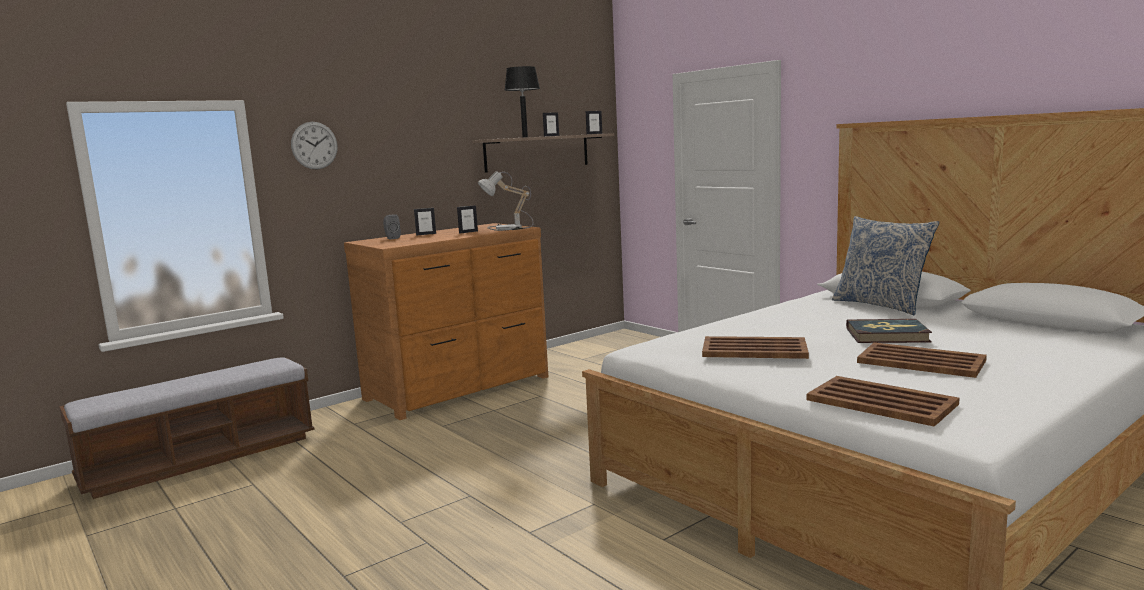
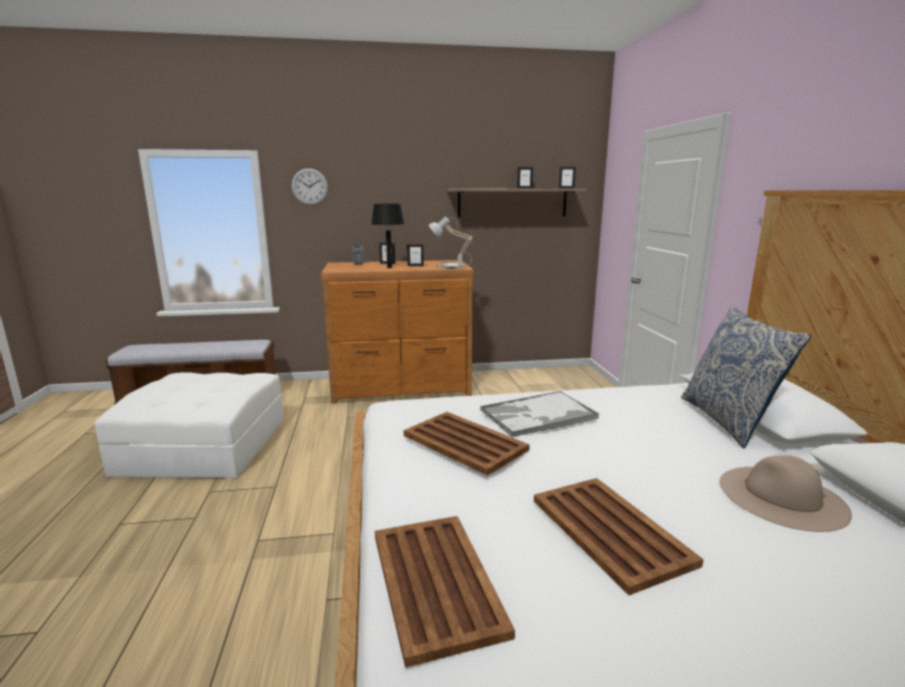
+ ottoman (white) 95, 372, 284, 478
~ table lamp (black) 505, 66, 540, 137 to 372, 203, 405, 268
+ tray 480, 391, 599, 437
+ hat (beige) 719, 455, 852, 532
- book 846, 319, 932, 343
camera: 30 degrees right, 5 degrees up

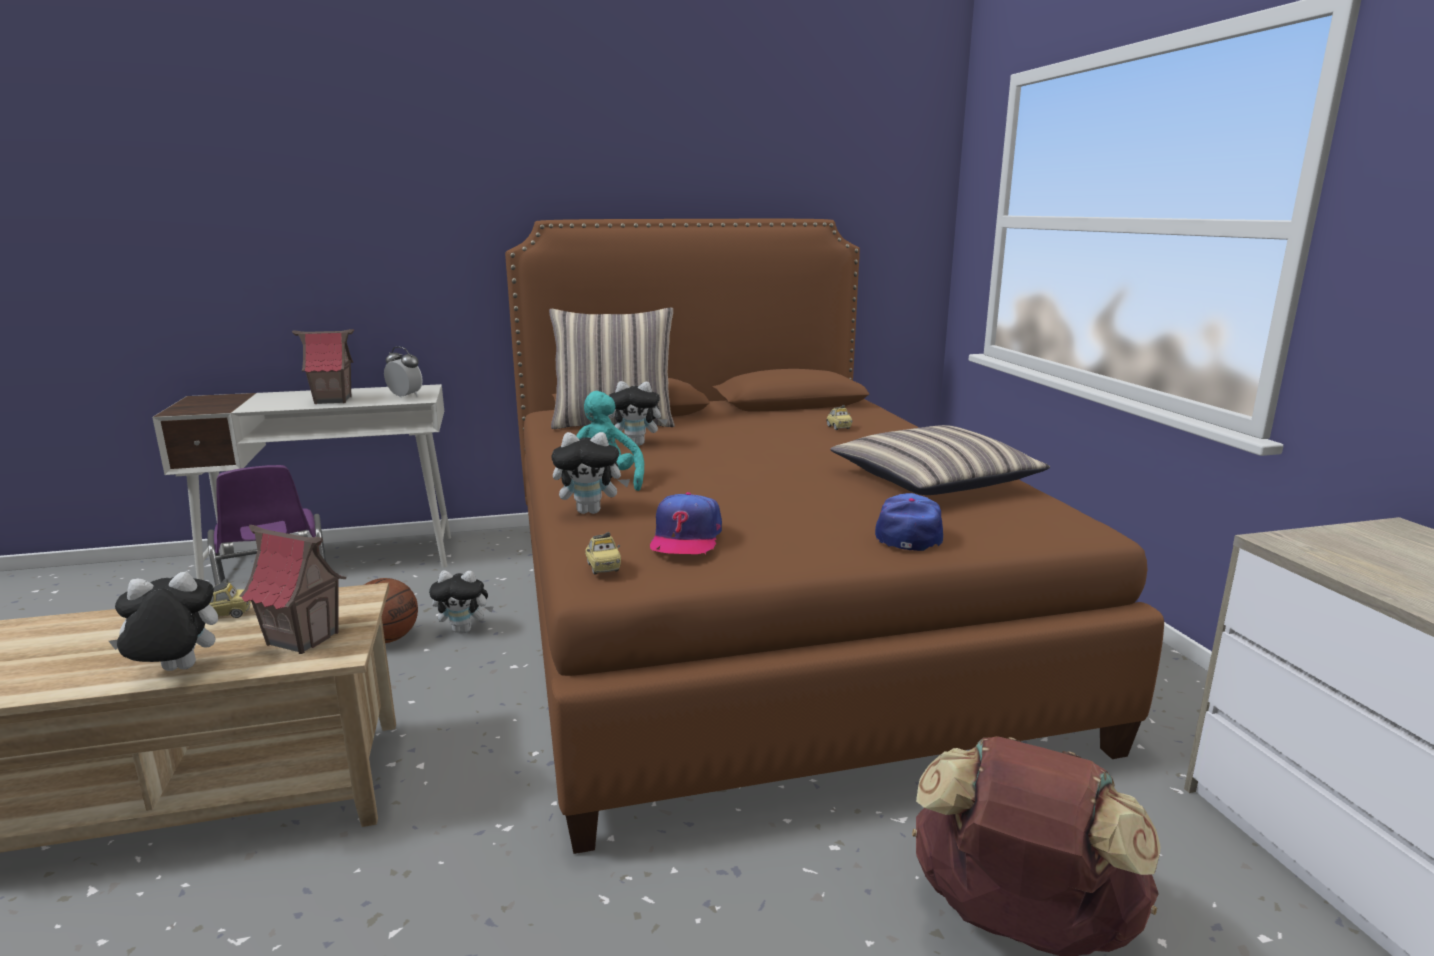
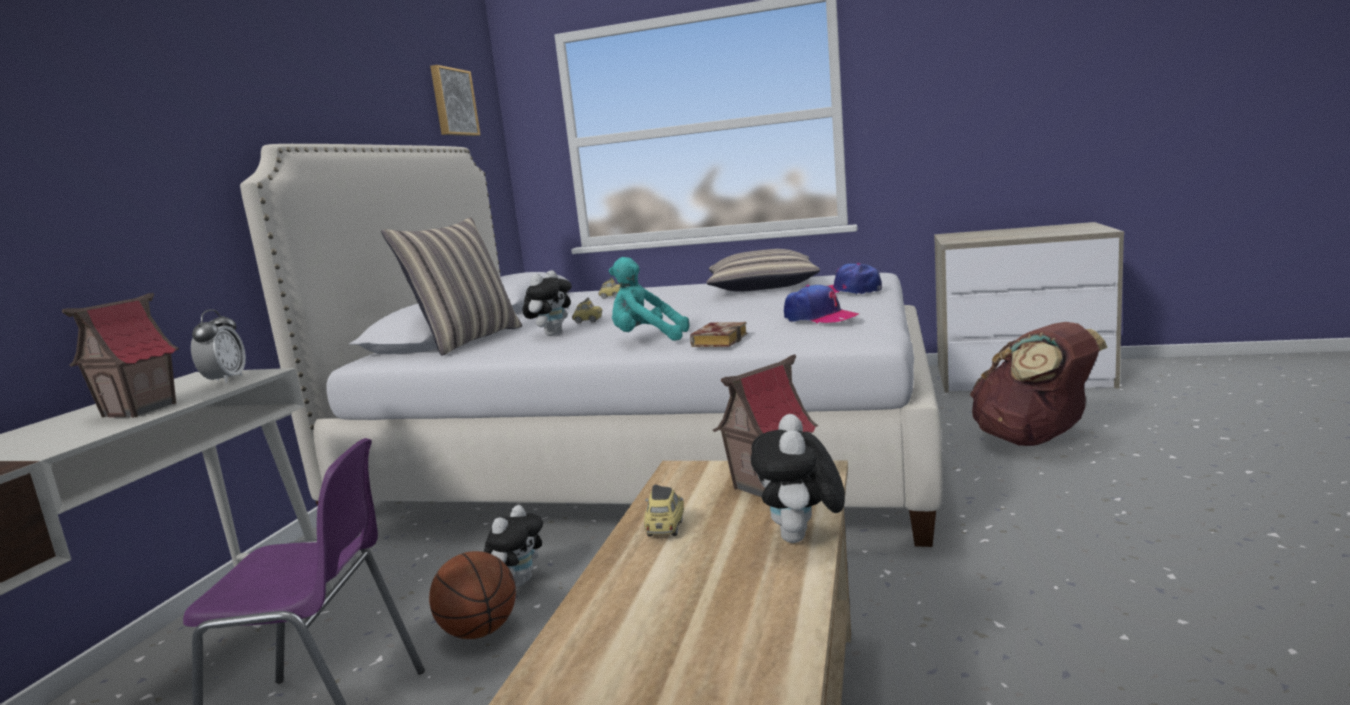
~ alarm clock 384, 347, 423, 398 = 191, 309, 246, 383 120 degrees clockwise
~ bed (brown) 505, 219, 1164, 854 to bed (white) 240, 144, 943, 547
+ picture 430, 65, 480, 136
~ toy car 585, 532, 621, 575 to 572, 297, 602, 324
~ plush toy 552, 432, 630, 514 to book 690, 322, 747, 347
camera: 60 degrees left, 5 degrees down

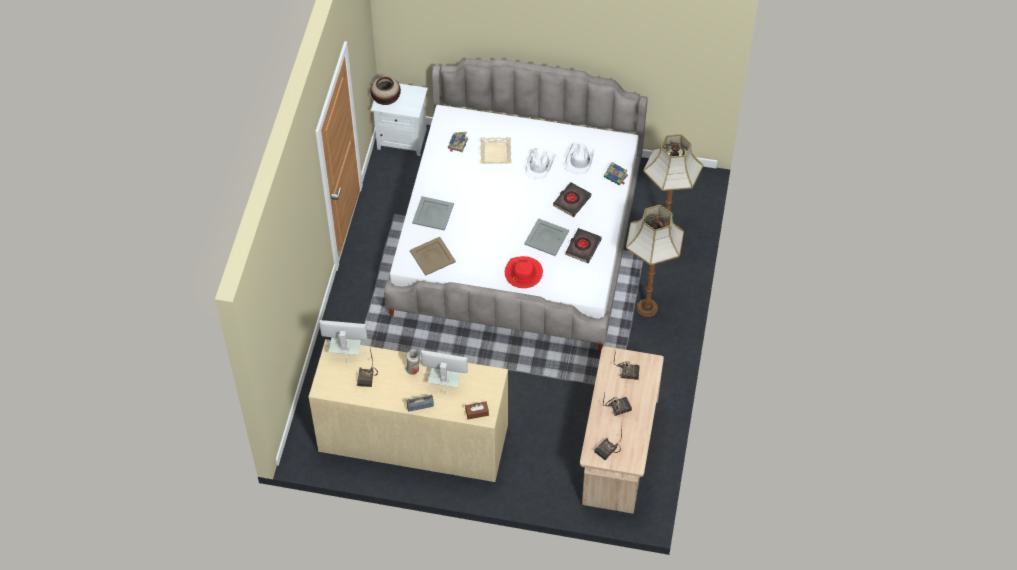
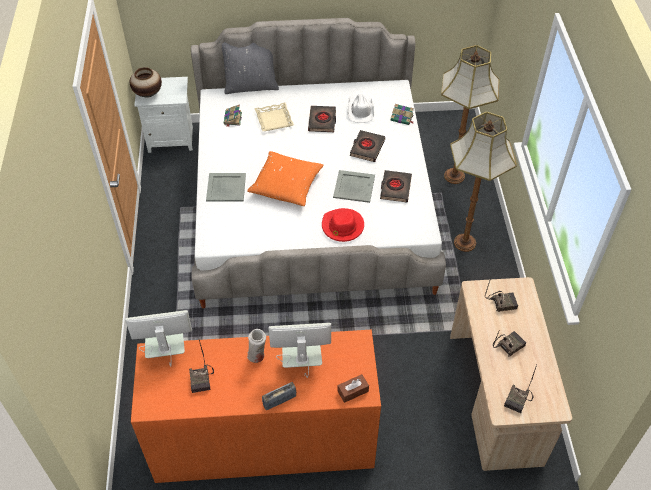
~ dresser (beige) 309, 339, 508, 482 to dresser (orange) 131, 330, 381, 483
+ pillow (grey) 219, 42, 279, 94
+ pillow (orange) 247, 151, 324, 206
~ hat (white) 525, 148, 556, 179 to book (black) 308, 106, 336, 132
- tray (beige) 410, 237, 456, 276
camera: 15 degrees left, 5 degrees down

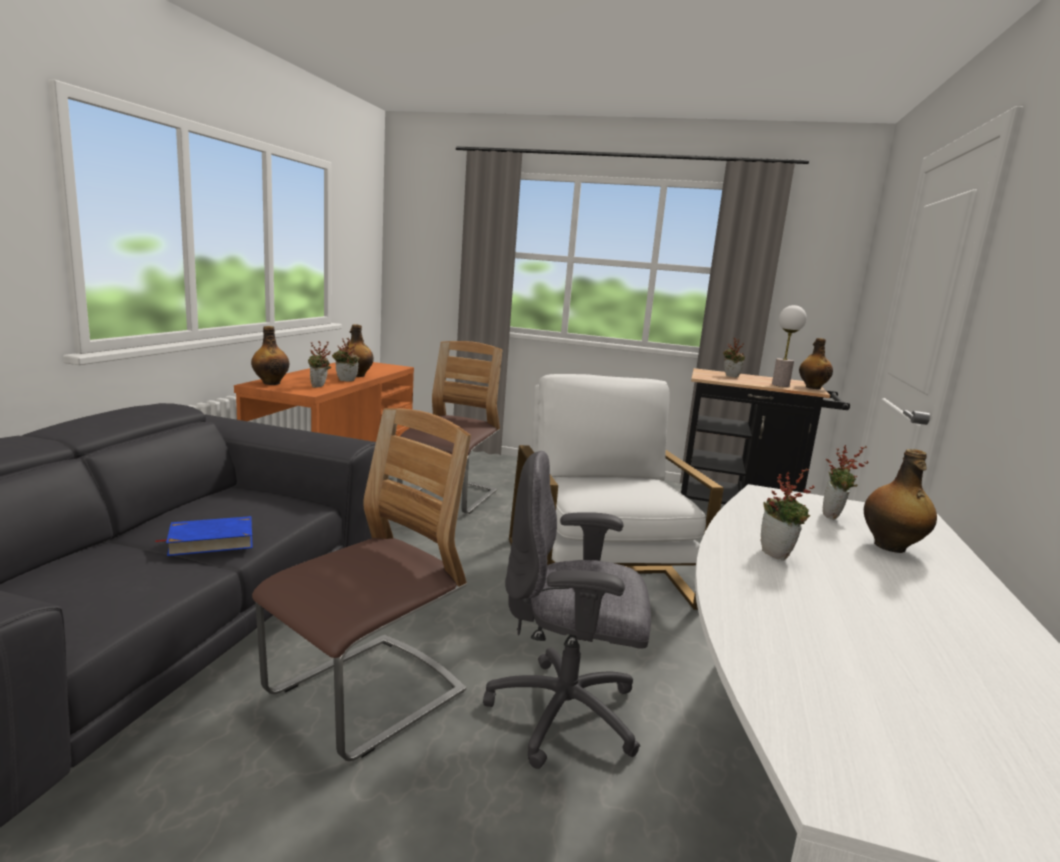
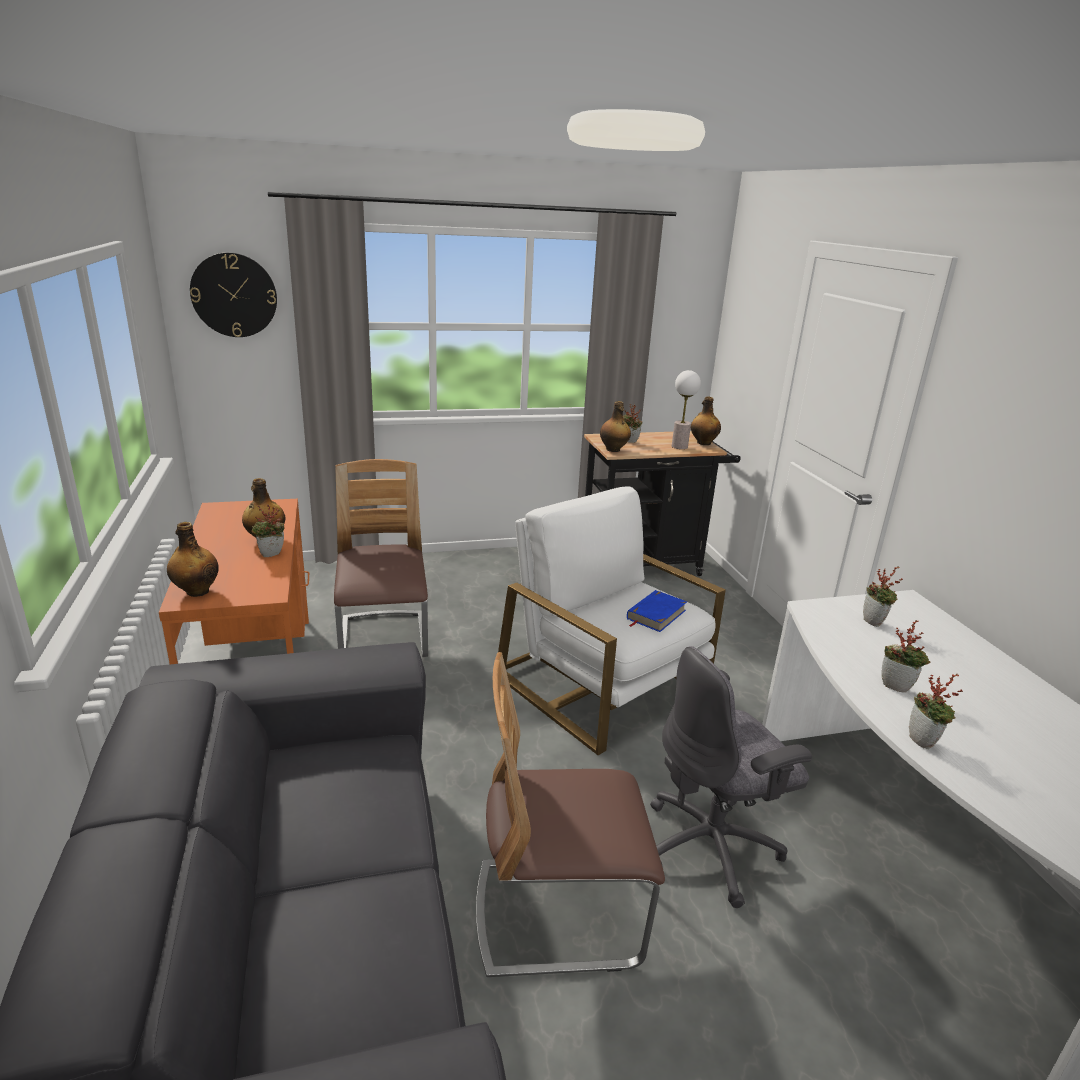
+ wall clock 190, 253, 277, 337
~ chair 252, 408, 471, 761 = 476, 652, 665, 977 105 degrees counterclockwise
~ bottle 864, 449, 937, 553 to 600, 401, 631, 452
~ book (blue) 155, 516, 253, 556 to 627, 590, 687, 632
~ potted plant 308, 341, 331, 388 to 909, 674, 963, 749
camera: 30 degrees left, 10 degrees up

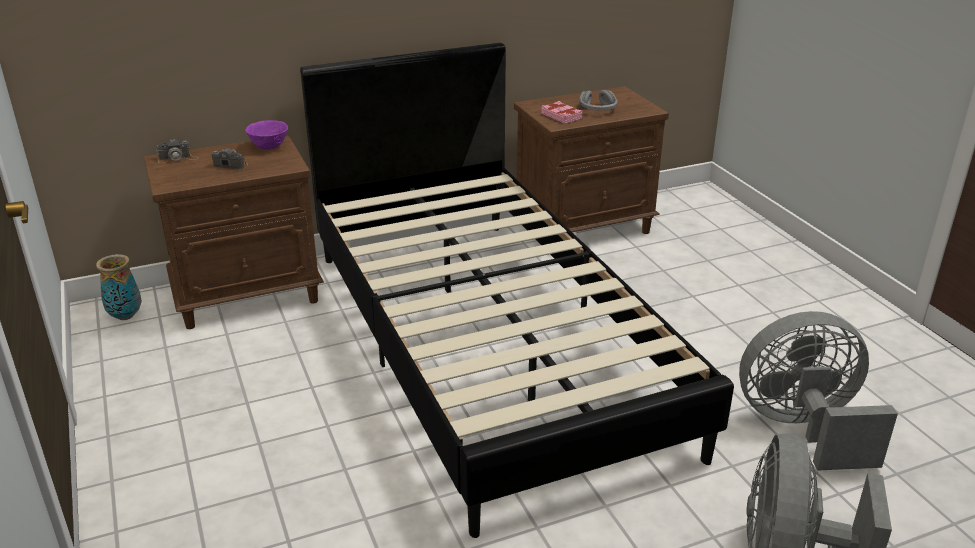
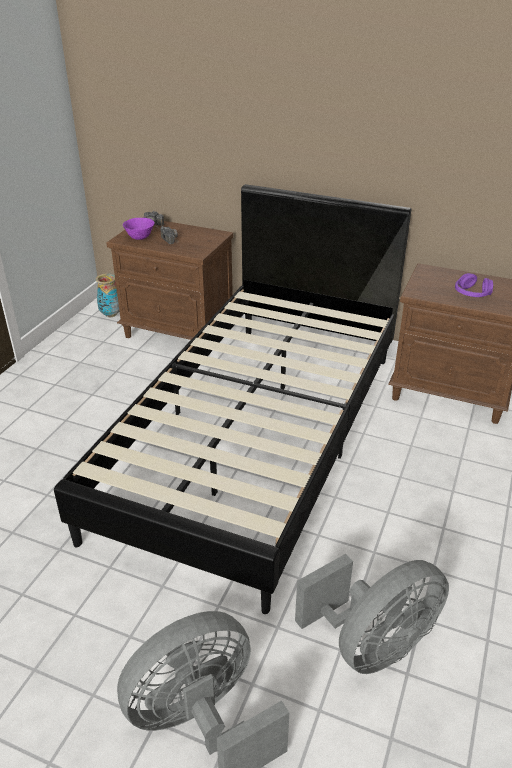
~ bowl (purple) 246, 120, 288, 150 to 123, 218, 155, 240
~ fan (grey) 739, 311, 898, 471 = 295, 554, 449, 674 105 degrees clockwise
~ headphones (grey) 579, 90, 618, 110 to headphones (purple) 455, 273, 493, 297
- book (pink) 541, 101, 582, 124
camera: 45 degrees right, 5 degrees up

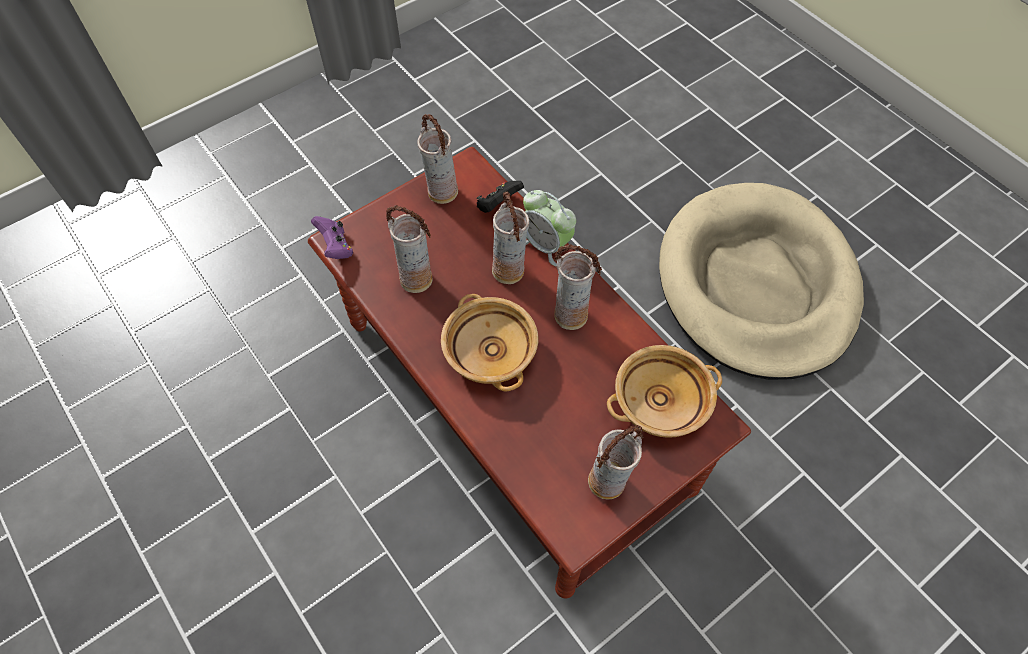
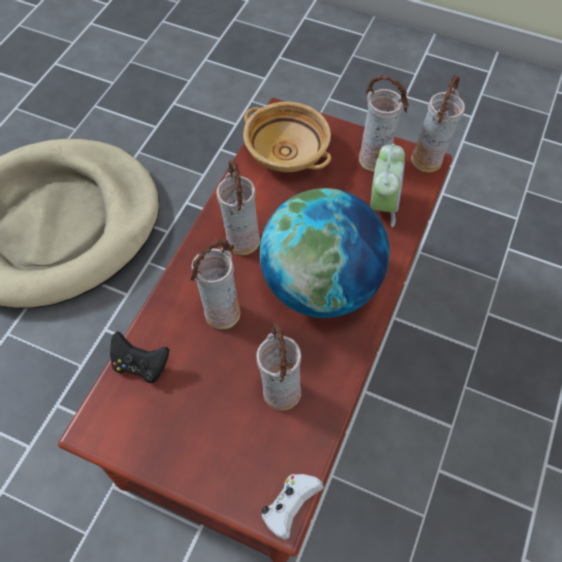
~ bowl (beige) 441, 294, 538, 391 to globe 260, 188, 390, 318
~ game controller (purple) 311, 216, 353, 259 to game controller (white) 261, 474, 324, 540
~ alarm clock 523, 190, 576, 266 to 371, 143, 405, 227
~ vase 417, 114, 458, 204 to 411, 75, 465, 172
camera: 120 degrees left, 0 degrees up

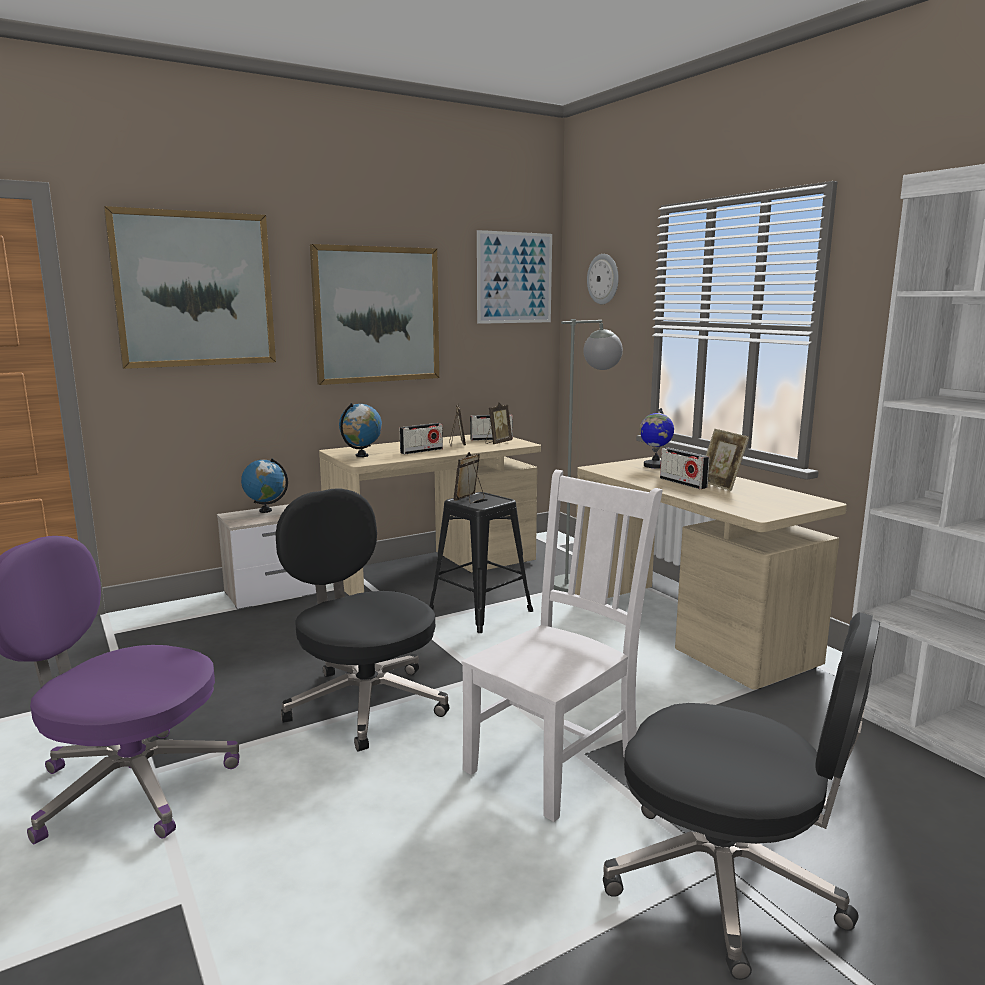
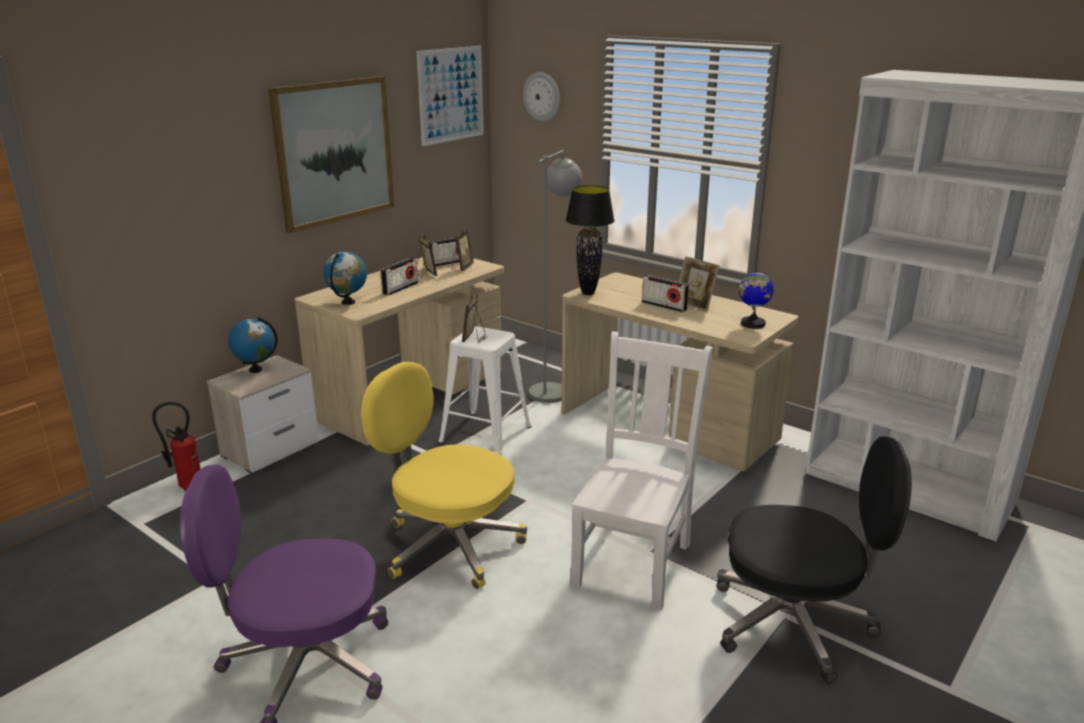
+ fire extinguisher 152, 402, 201, 491
~ office chair (black) 276, 489, 449, 752 to office chair (yellow) 361, 362, 527, 590
~ stool (black) 429, 492, 533, 633 to stool (white) 438, 326, 532, 456
+ table lamp (black) 566, 185, 615, 295
~ globe 640, 408, 674, 469 to 739, 267, 774, 329
- picture 104, 206, 276, 369
camera: 20 degrees left, 10 degrees up

